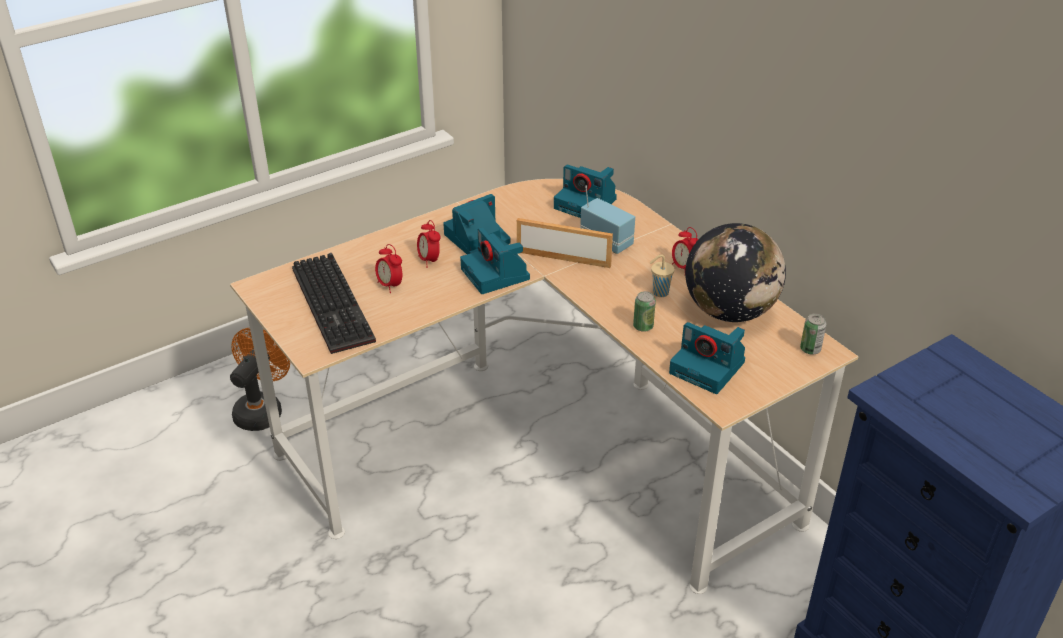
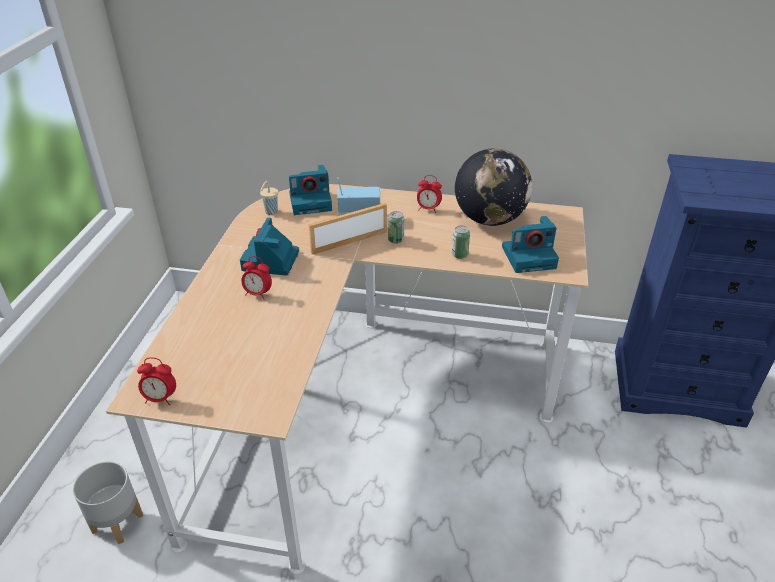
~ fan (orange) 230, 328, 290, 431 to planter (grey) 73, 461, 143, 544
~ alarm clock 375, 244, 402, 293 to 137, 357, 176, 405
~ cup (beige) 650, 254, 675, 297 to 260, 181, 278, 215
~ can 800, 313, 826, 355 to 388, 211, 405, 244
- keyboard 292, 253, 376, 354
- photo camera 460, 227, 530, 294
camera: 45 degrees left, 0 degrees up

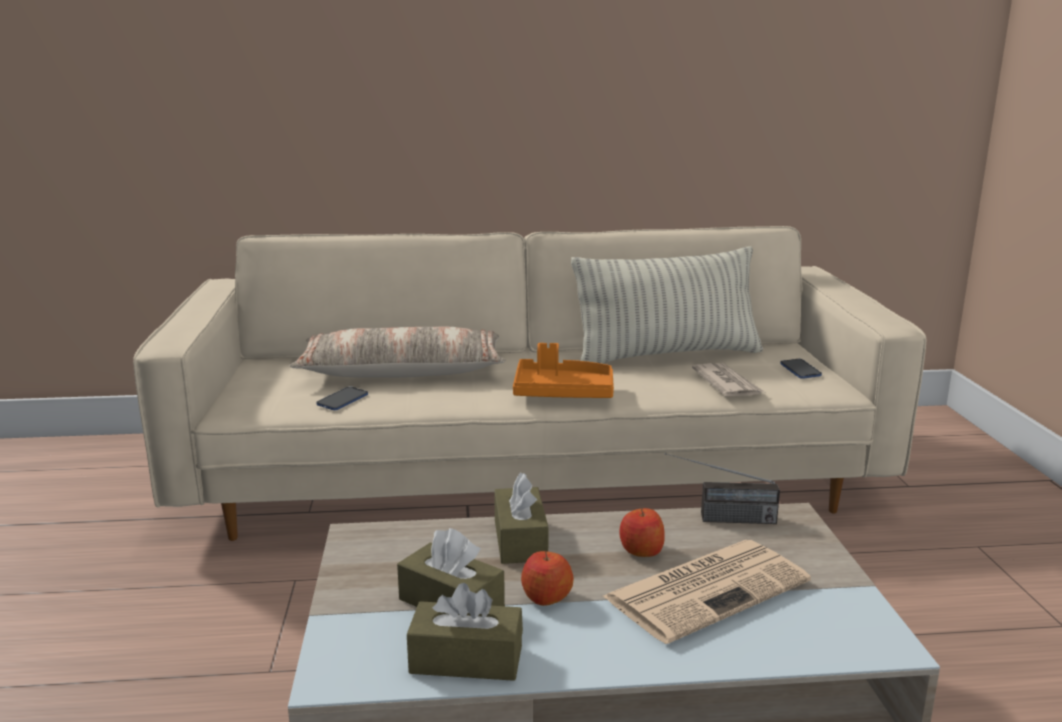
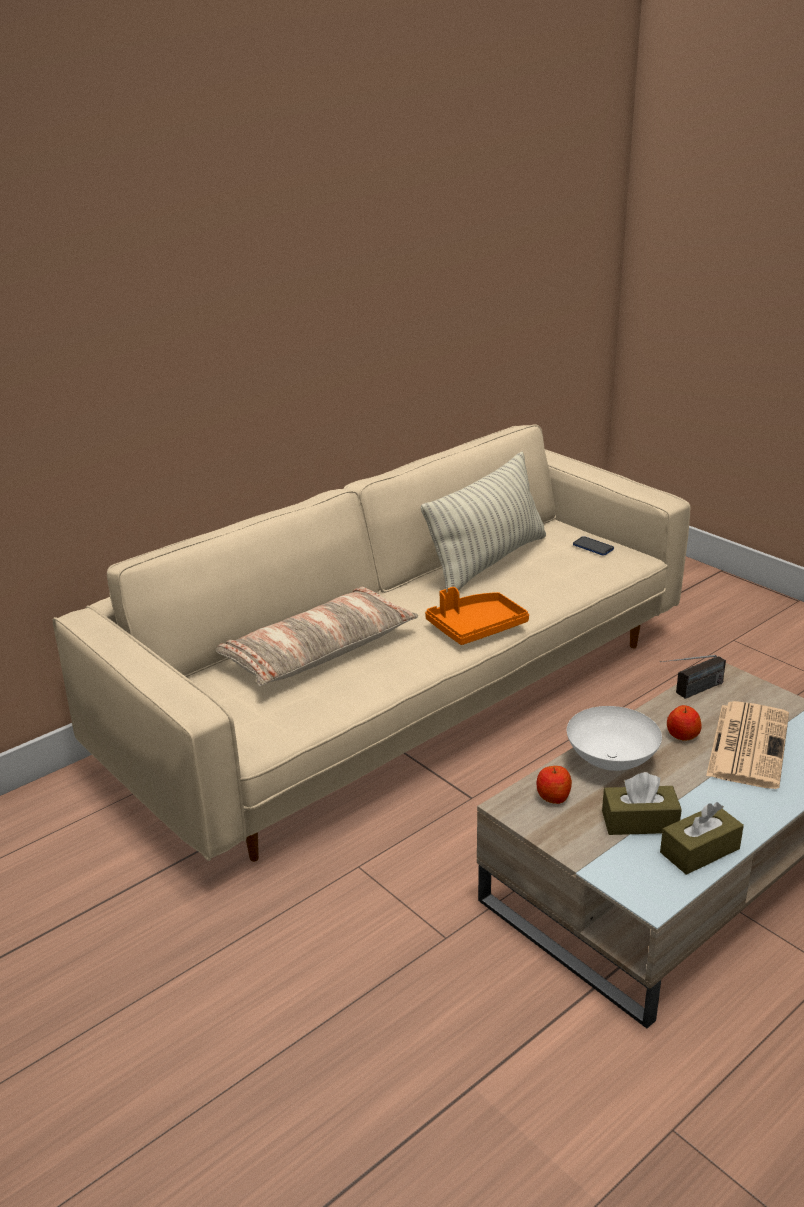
~ apple 521, 551, 574, 606 to 537, 766, 572, 804
~ tissue box (brown) 494, 473, 549, 564 to bowl (white) 567, 706, 662, 771
- phone 316, 387, 368, 410
- newspaper 692, 363, 765, 396
camera: 35 degrees left, 10 degrees up

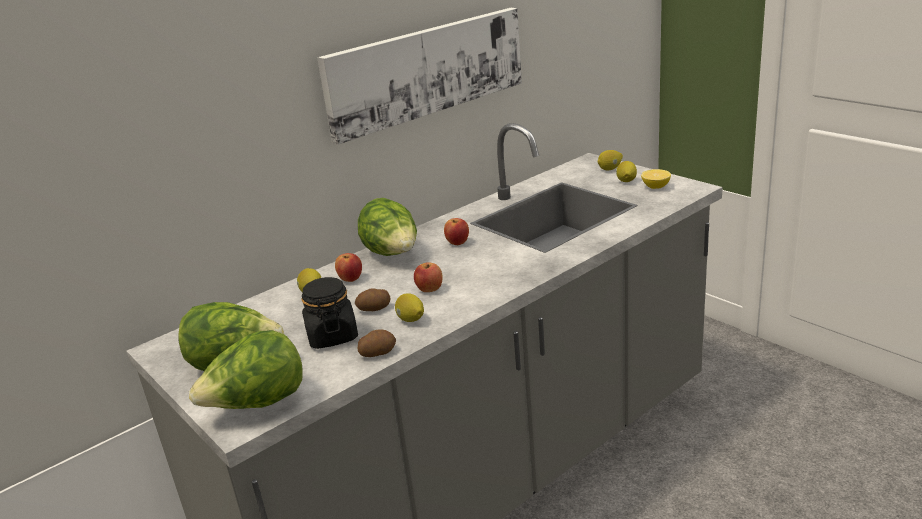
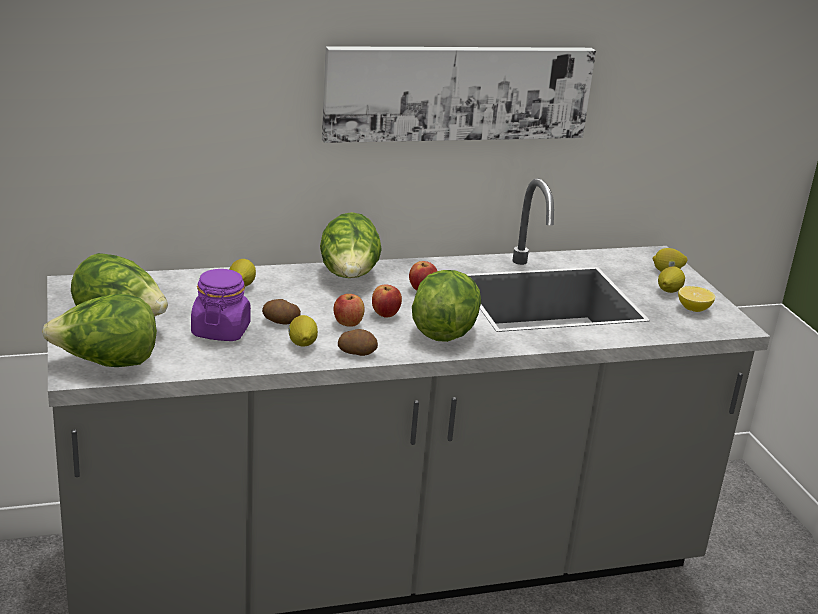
~ jar (black) 301, 277, 358, 349 to jar (purple) 191, 269, 251, 341
~ potato 358, 330, 396, 357 to 338, 329, 378, 356
~ apple 335, 253, 362, 282 to 372, 285, 402, 318
+ lettuce 412, 270, 481, 342
camera: 20 degrees right, 0 degrees up

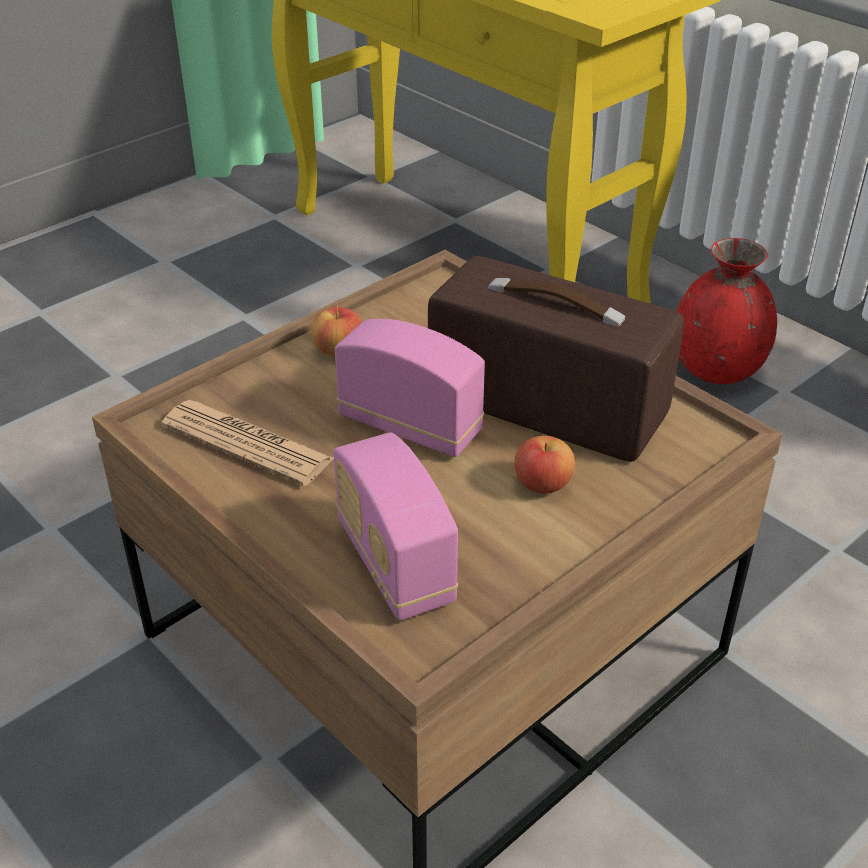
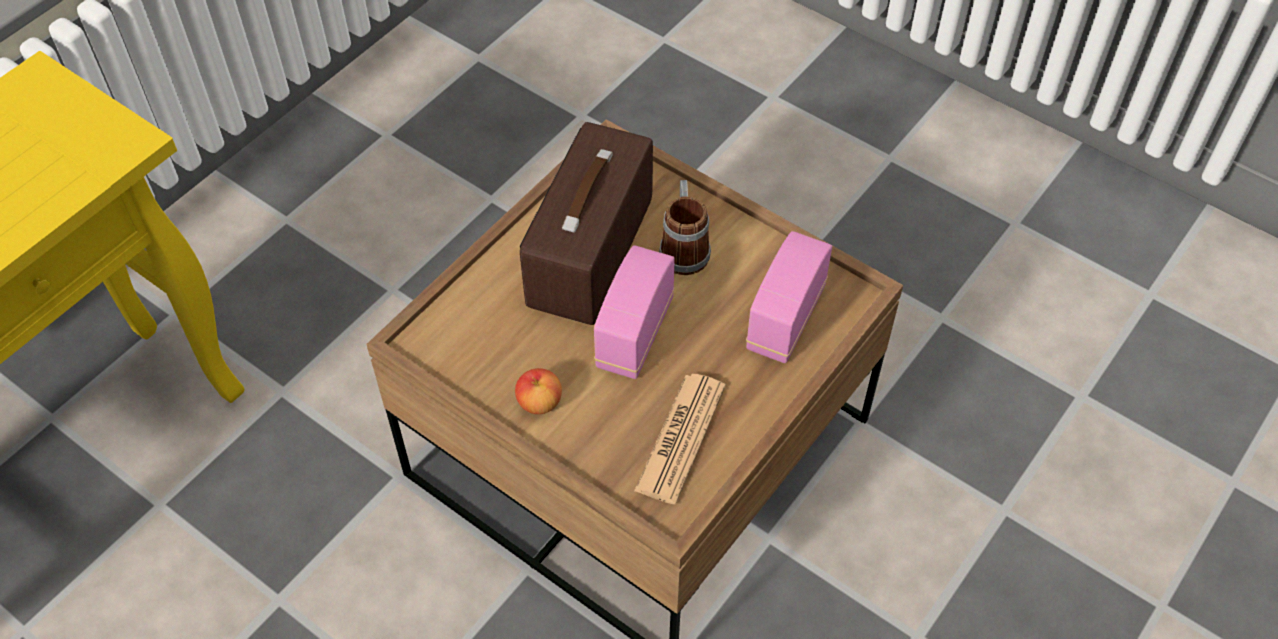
~ apple 514, 436, 575, 493 to mug 659, 180, 711, 275
~ radio 334, 432, 458, 621 = 746, 231, 832, 363 150 degrees clockwise
- vase (red) 677, 238, 777, 384
camera: 100 degrees left, 15 degrees up

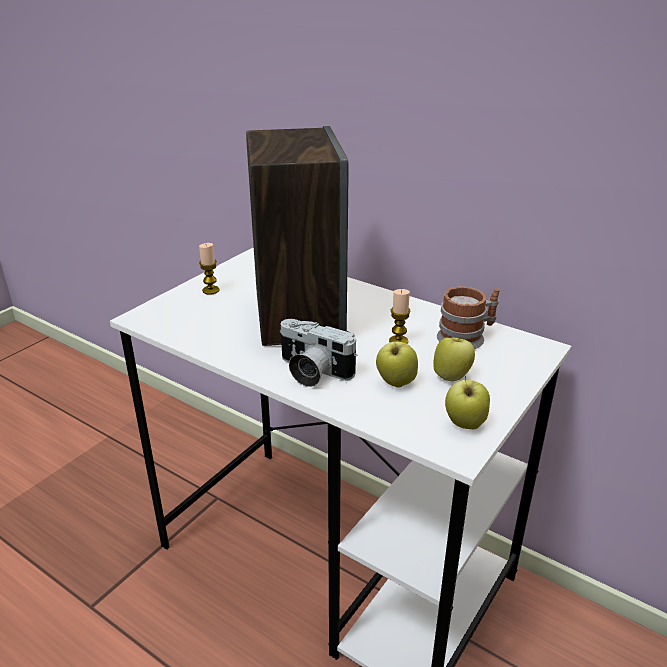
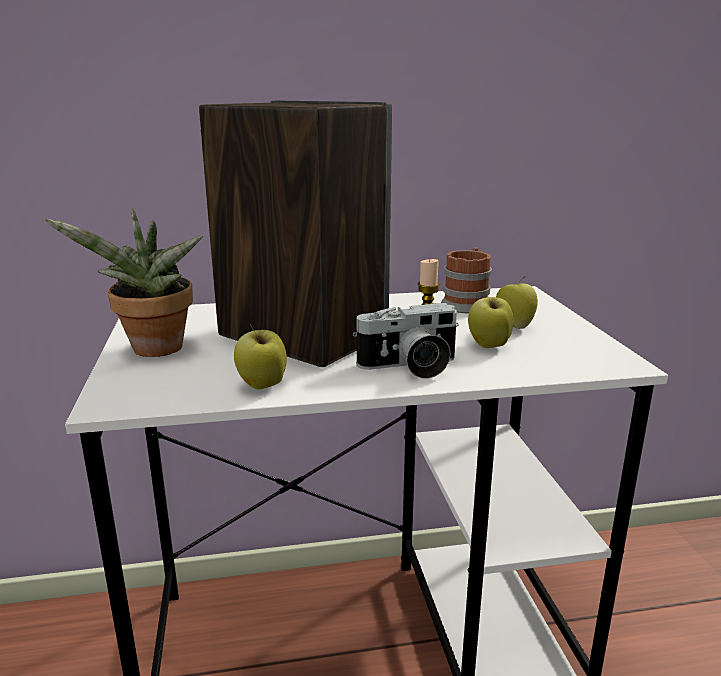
~ candle 199, 243, 219, 295 to potted plant 43, 209, 203, 357
~ apple 445, 376, 490, 429 to 234, 324, 287, 389
camera: 45 degrees left, 10 degrees down

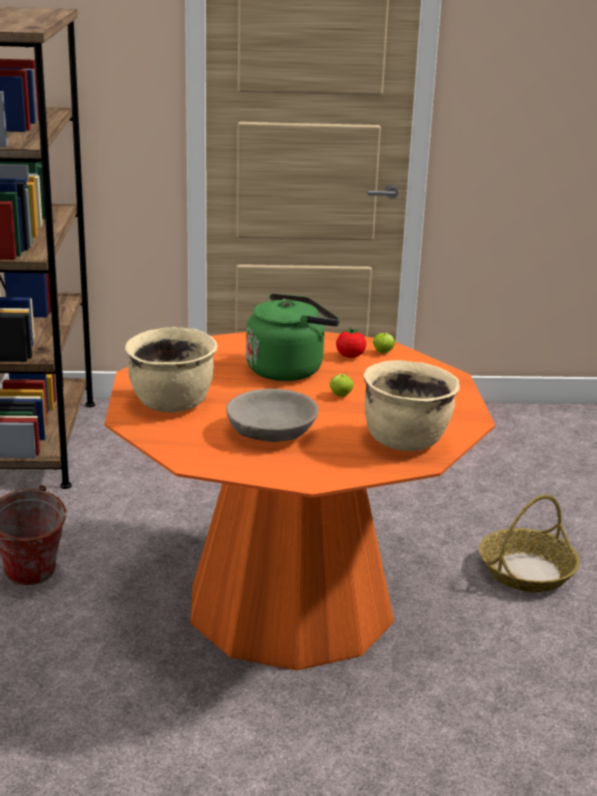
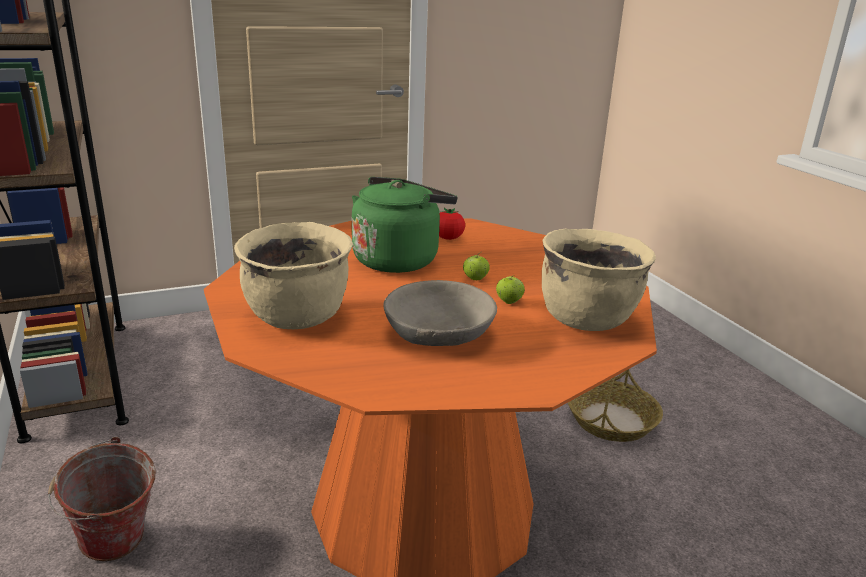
~ apple 373, 333, 395, 354 to 496, 275, 525, 304
camera: 20 degrees left, 0 degrees up

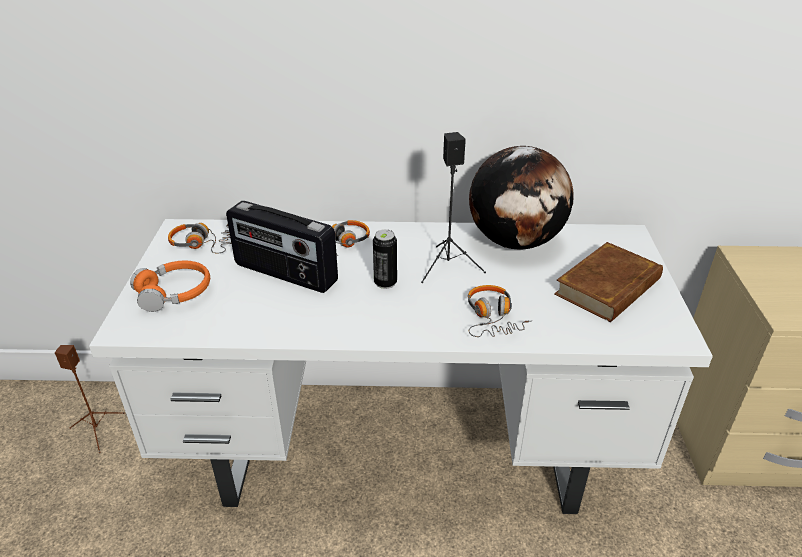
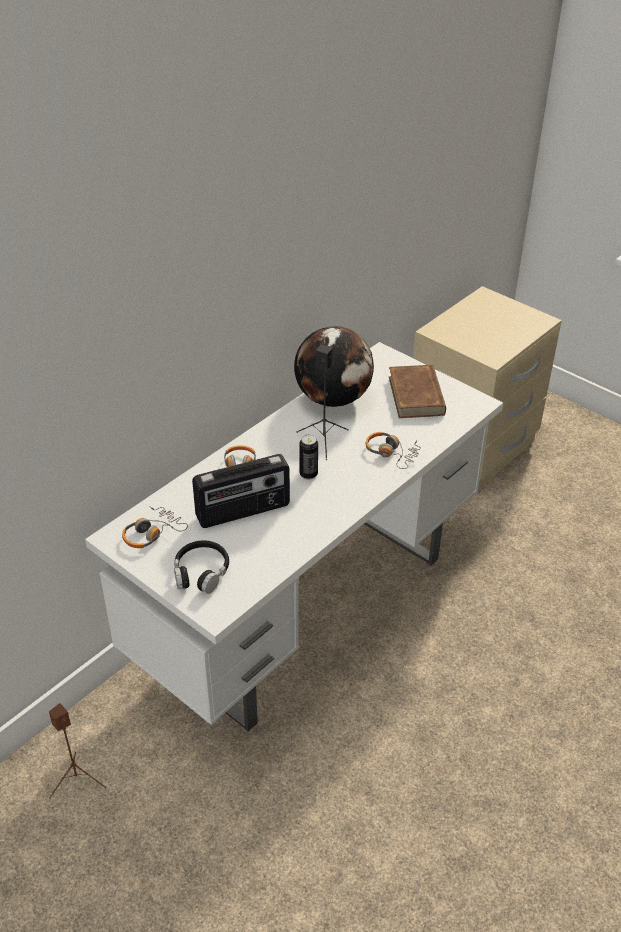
~ headphones (orange) 130, 261, 210, 312 to headphones (black) 174, 540, 229, 594
camera: 50 degrees left, 5 degrees up

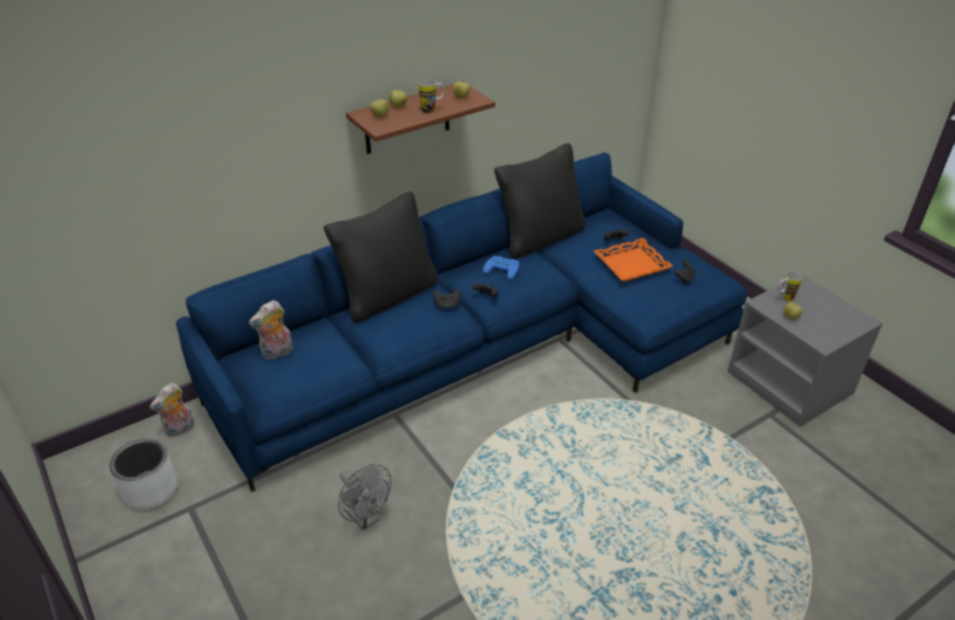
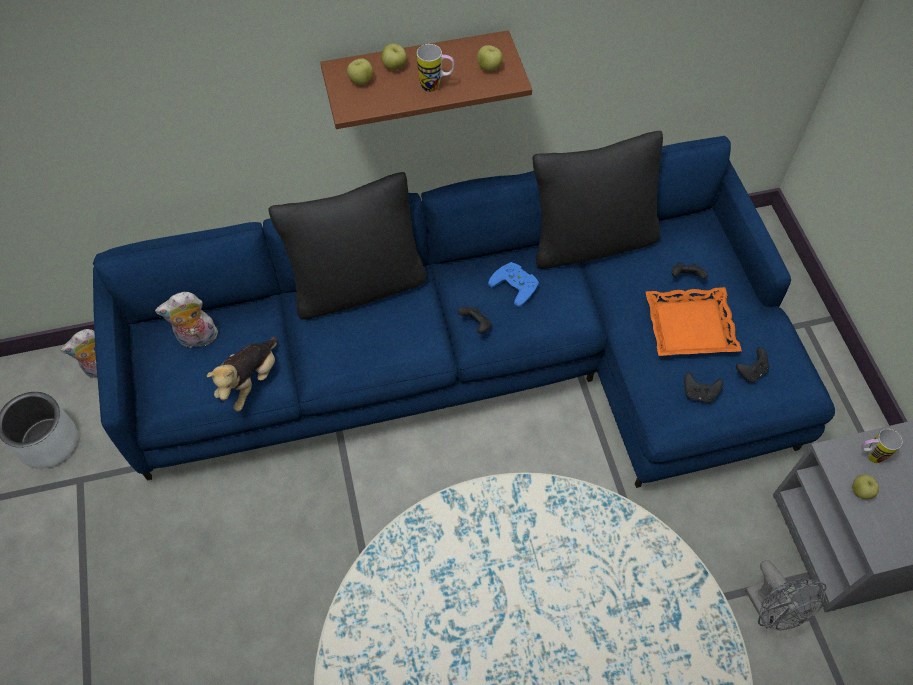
+ plush toy 207, 336, 278, 411
~ game controller (black) 433, 288, 461, 308 to 684, 372, 723, 403
~ fan (grey) 338, 464, 391, 531 to 745, 560, 826, 631
camera: 20 degrees right, 20 degrees up

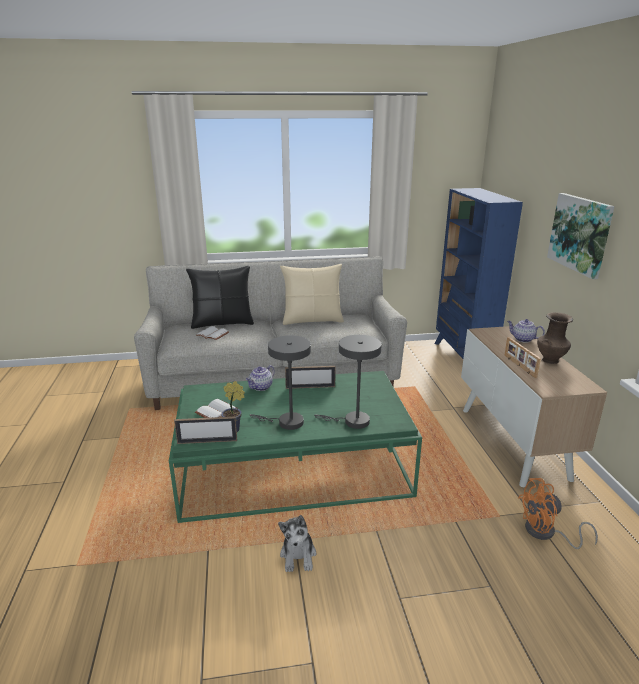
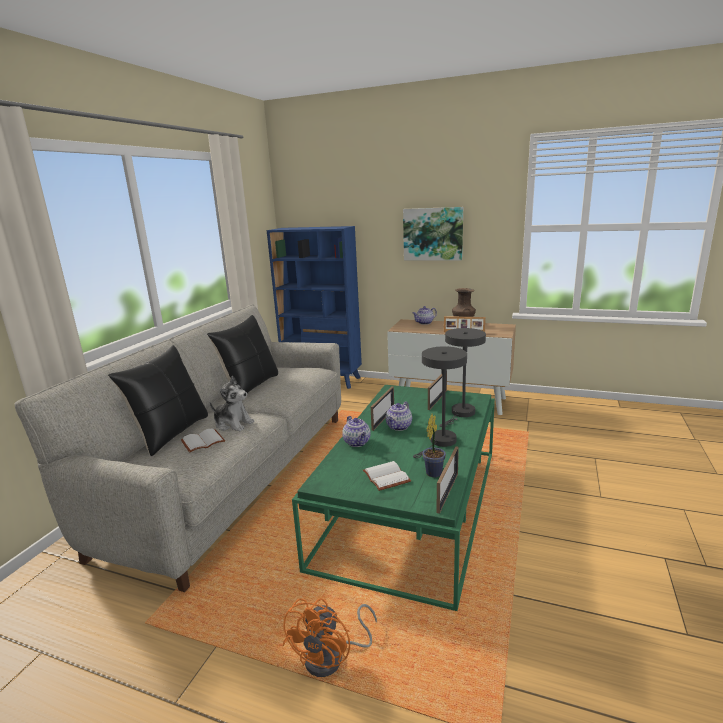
~ pillow (beige) 280, 264, 344, 325 to pillow (black) 207, 315, 278, 393
~ plush toy 278, 515, 316, 572 to 209, 375, 254, 431
~ fan (orange) 518, 478, 598, 549 to 283, 598, 377, 677
+ teapot 386, 401, 412, 431
+ picture frame 428, 374, 447, 410
camera: 60 degrees left, 5 degrees down

